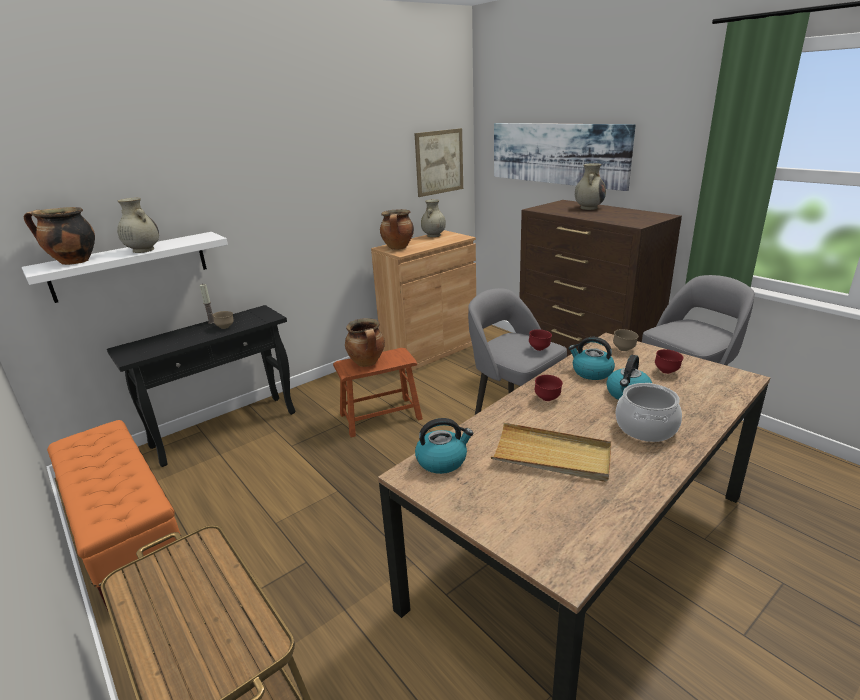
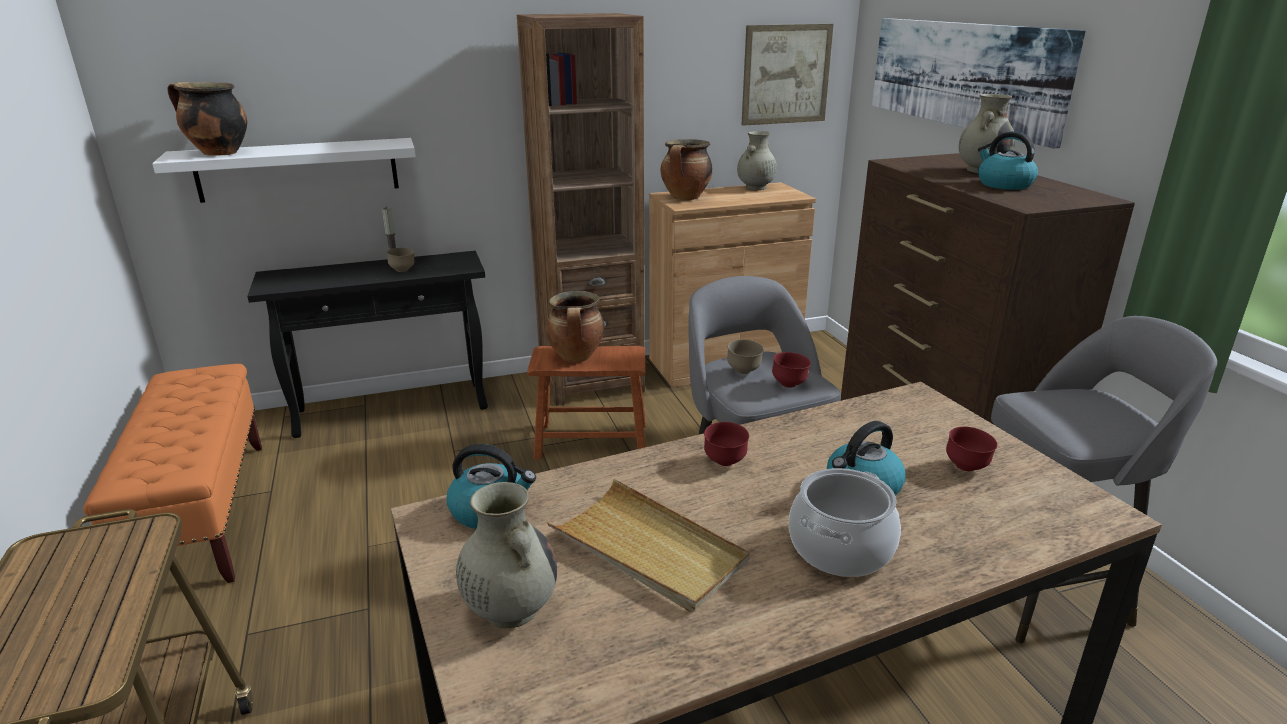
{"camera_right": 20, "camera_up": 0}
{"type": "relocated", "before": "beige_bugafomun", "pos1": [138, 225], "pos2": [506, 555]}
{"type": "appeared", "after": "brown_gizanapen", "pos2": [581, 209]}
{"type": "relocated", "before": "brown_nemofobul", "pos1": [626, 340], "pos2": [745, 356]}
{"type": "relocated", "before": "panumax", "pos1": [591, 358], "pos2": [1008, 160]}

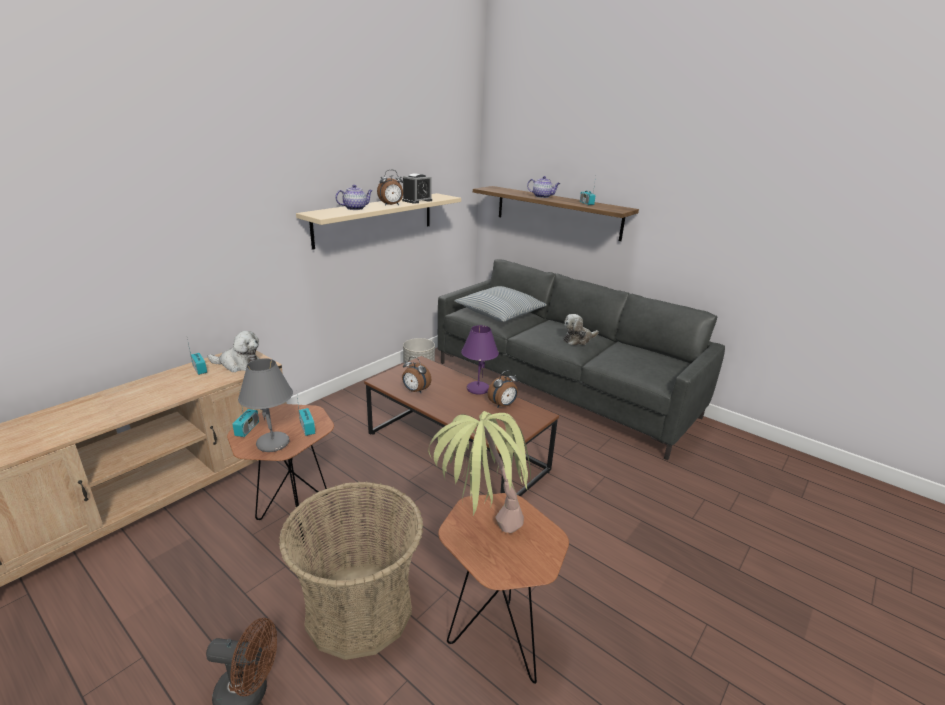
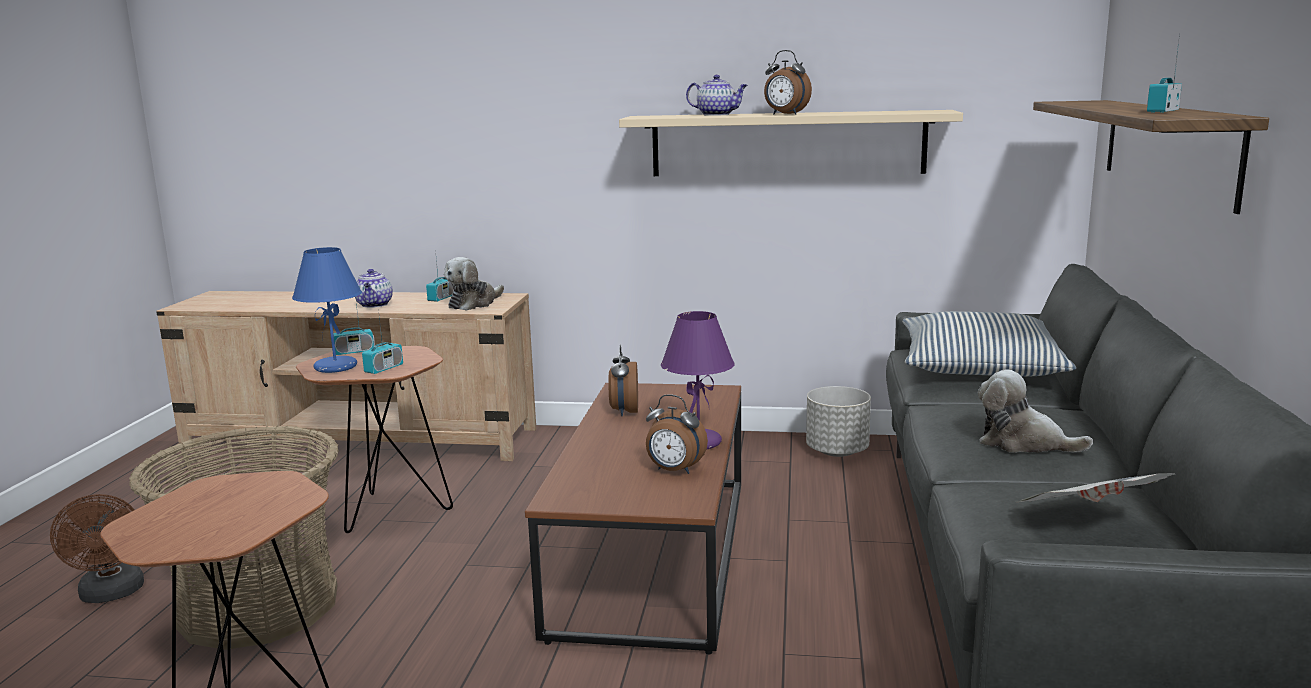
{"camera_right": 60, "camera_up": -10}
{"type": "colour", "before": "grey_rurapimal", "after": "blue_rurapimal", "pos1": [265, 405], "pos2": [327, 310]}
{"type": "relocated", "before": "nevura", "pos1": [543, 187], "pos2": [374, 288]}
{"type": "spun", "before": "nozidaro", "pos1": [234, 351], "pos2": [474, 284], "turn": 60}
{"type": "appeared", "after": "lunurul", "pos2": [1096, 487]}
{"type": "missing", "before": "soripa", "pos1": [417, 188]}
{"type": "missing", "before": "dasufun", "pos1": [479, 472]}

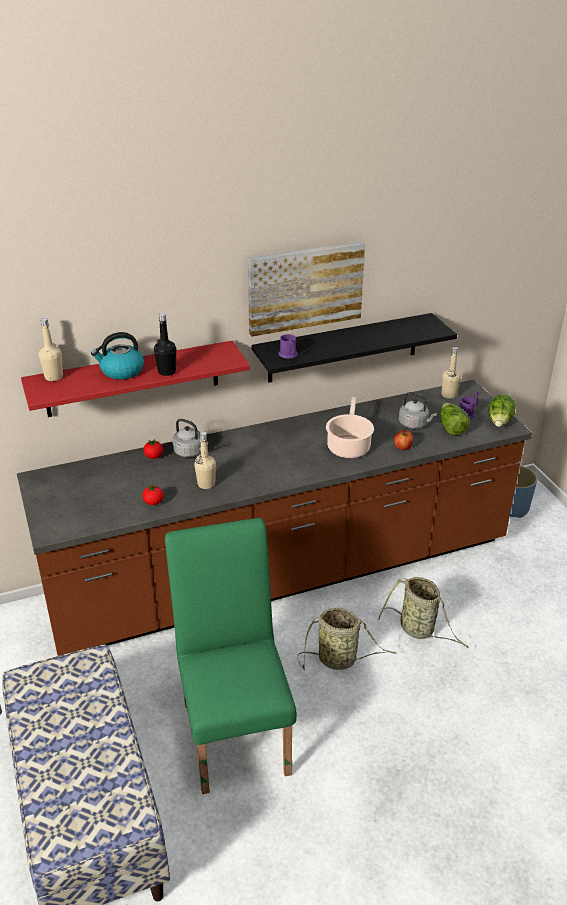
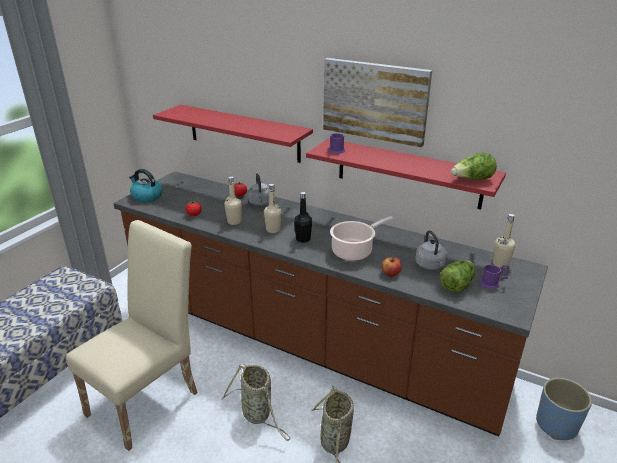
{"camera_right": 50, "camera_up": -5}
{"type": "colour", "before": "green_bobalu", "after": "beige_bobalu", "pos1": [231, 656], "pos2": [131, 335]}
{"type": "relocated", "before": "panumax", "pos1": [117, 356], "pos2": [146, 185]}
{"type": "relocated", "before": "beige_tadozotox", "pos1": [51, 349], "pos2": [272, 208]}
{"type": "relocated", "before": "black_tadozotox", "pos1": [165, 344], "pos2": [303, 217]}
{"type": "colour", "before": "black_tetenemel", "after": "red_tetenemel", "pos1": [354, 348], "pos2": [406, 174]}
{"type": "relocated", "before": "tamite", "pos1": [502, 410], "pos2": [474, 166]}

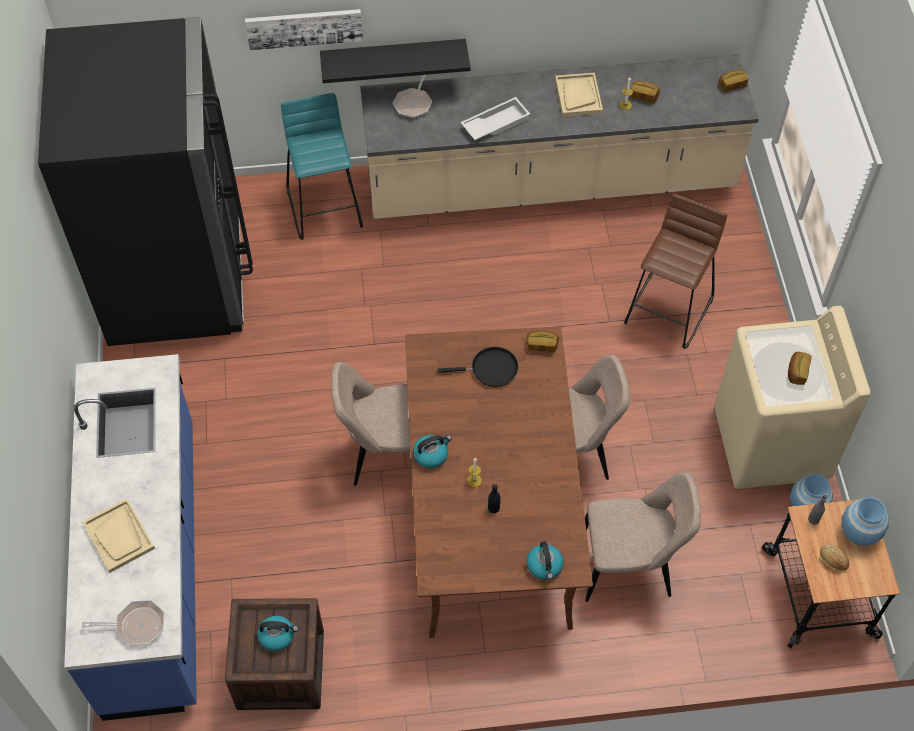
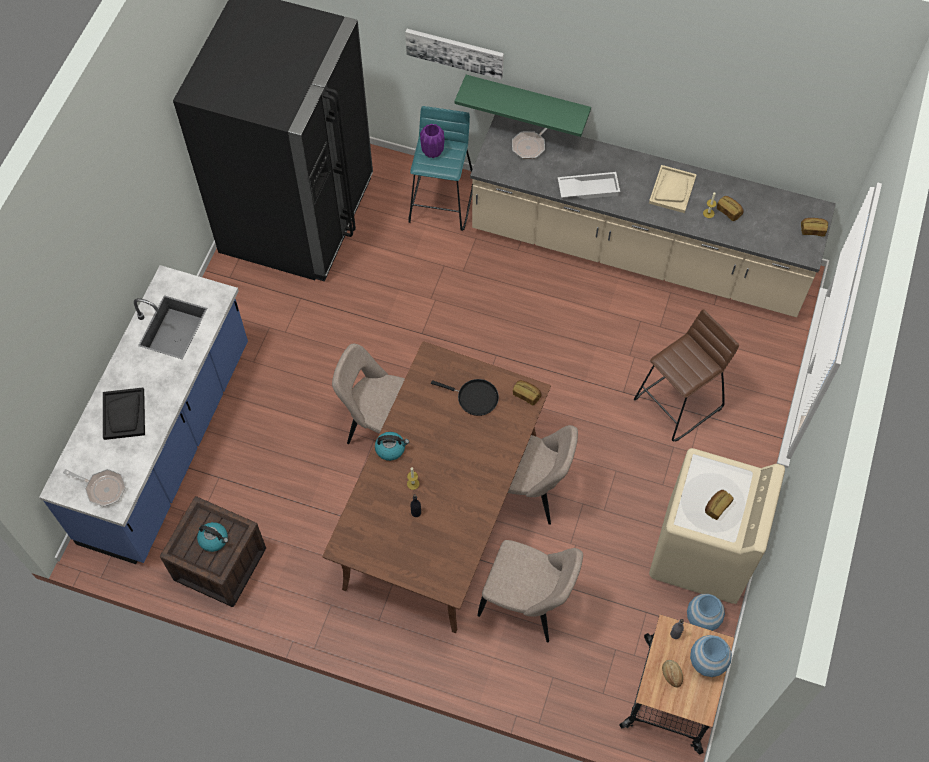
{"camera_right": 25, "camera_up": 5}
{"type": "colour", "before": "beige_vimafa", "after": "black_vimafa", "pos1": [118, 535], "pos2": [124, 414]}
{"type": "appeared", "after": "purple_bugafomun", "pos2": [432, 141]}
{"type": "colour", "before": "black_tetenemel", "after": "green_tetenemel", "pos1": [395, 61], "pos2": [522, 106]}
{"type": "missing", "before": "panumax", "pos1": [545, 560]}

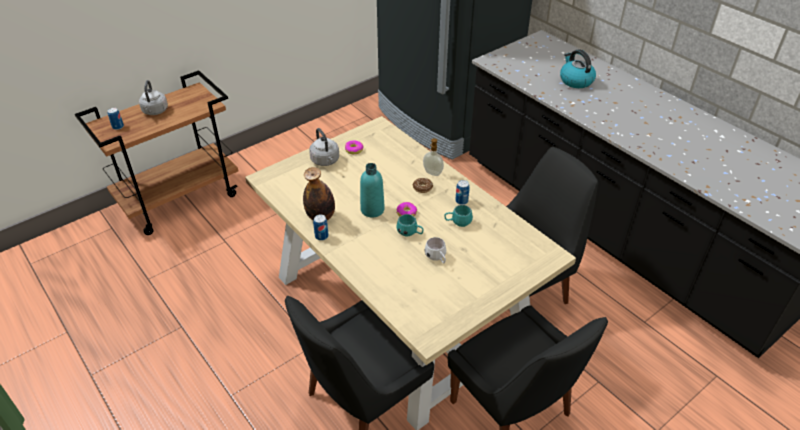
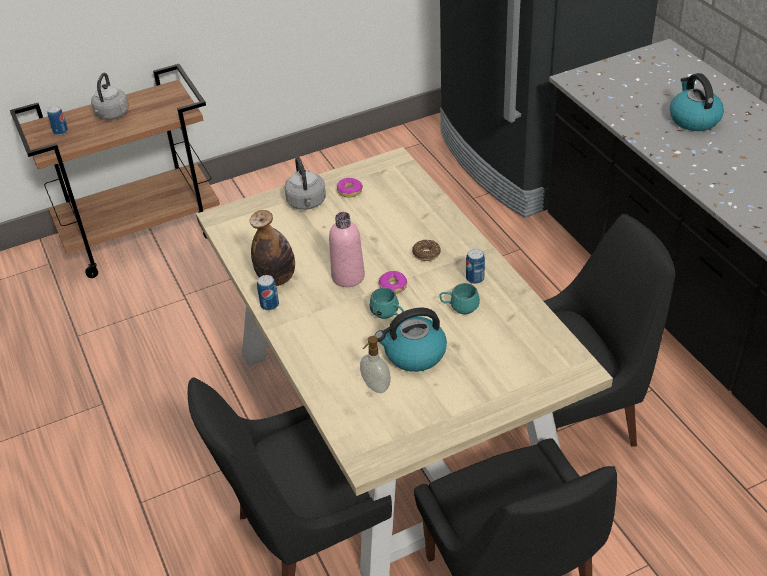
{"camera_right": 15, "camera_up": 0}
{"type": "colour", "before": "turquoise_tadozotox", "after": "pink_tadozotox", "pos1": [372, 190], "pos2": [347, 249]}
{"type": "relocated", "before": "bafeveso", "pos1": [433, 157], "pos2": [375, 364]}
{"type": "exchanged", "before": "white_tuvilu", "after": "panumax", "pos1": [435, 250], "pos2": [411, 339]}

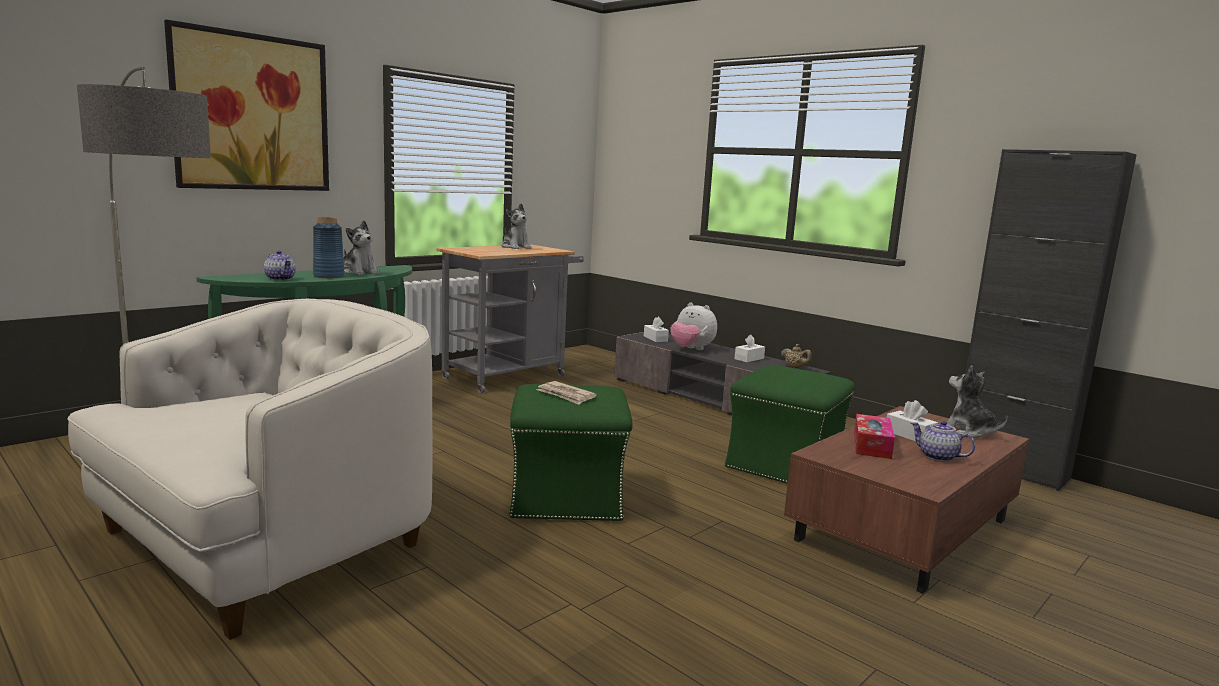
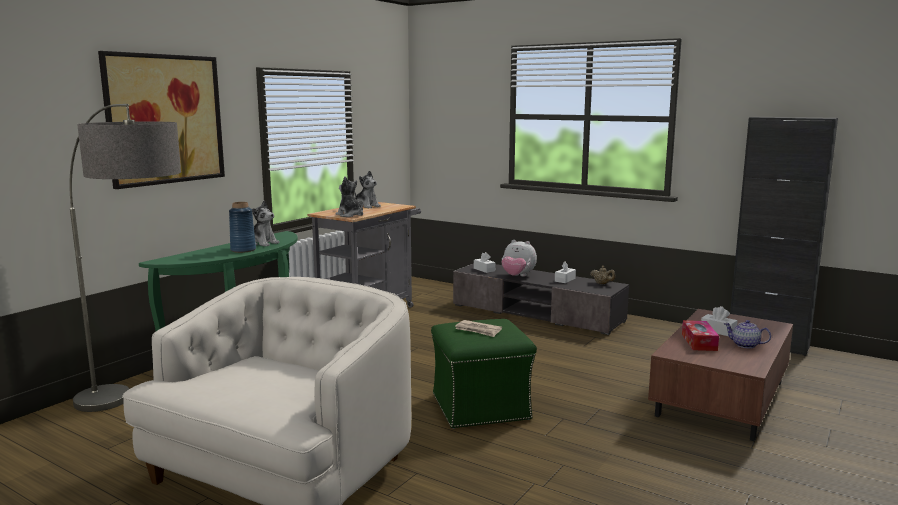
{"camera_right": -10, "camera_up": 0}
{"type": "relocated", "before": "nozidaro", "pos1": [977, 401], "pos2": [349, 196]}
{"type": "missing", "before": "nevura", "pos1": [280, 265]}
{"type": "missing", "before": "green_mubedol", "pos1": [790, 424]}

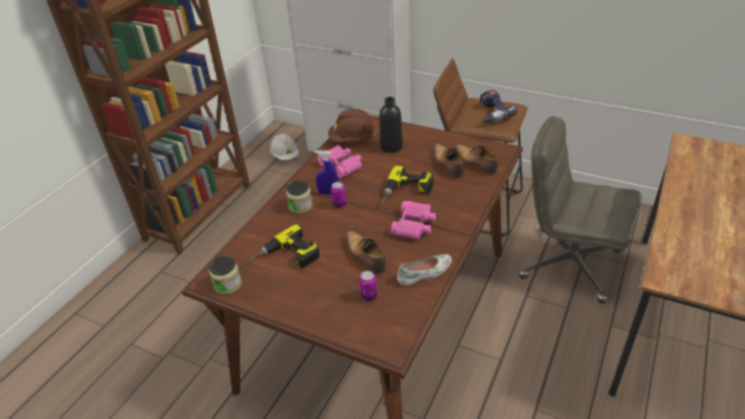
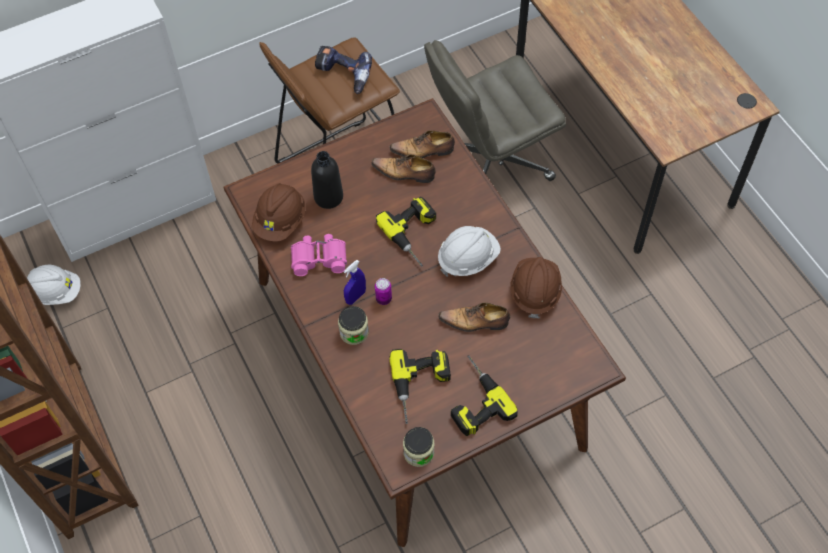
{"camera_right": -55, "camera_up": 20}
{"type": "exchanged", "before": "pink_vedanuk", "after": "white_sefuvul", "pos1": [413, 220], "pos2": [469, 251]}
{"type": "appeared", "after": "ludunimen", "pos2": [484, 395]}
{"type": "exchanged", "before": "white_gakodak", "after": "brown_sefuvul", "pos1": [424, 270], "pos2": [536, 288]}
{"type": "missing", "before": "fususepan", "pos1": [368, 286]}

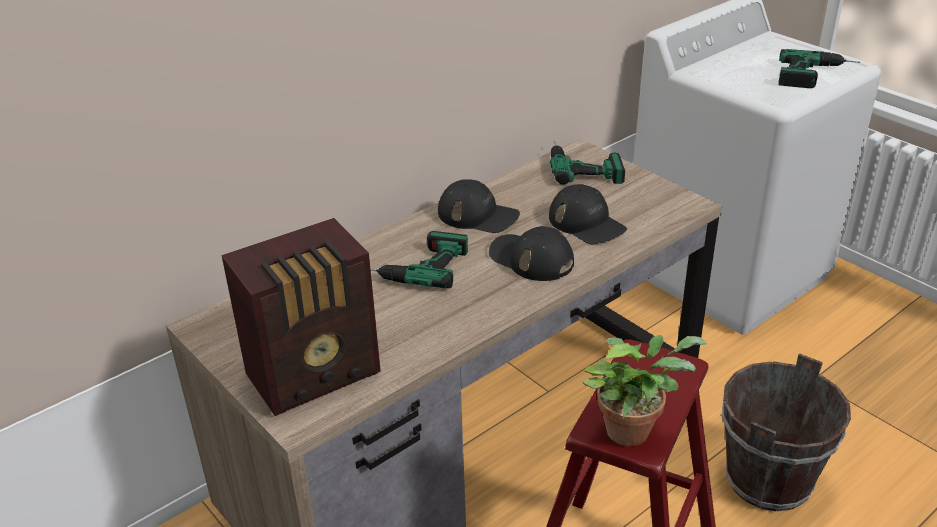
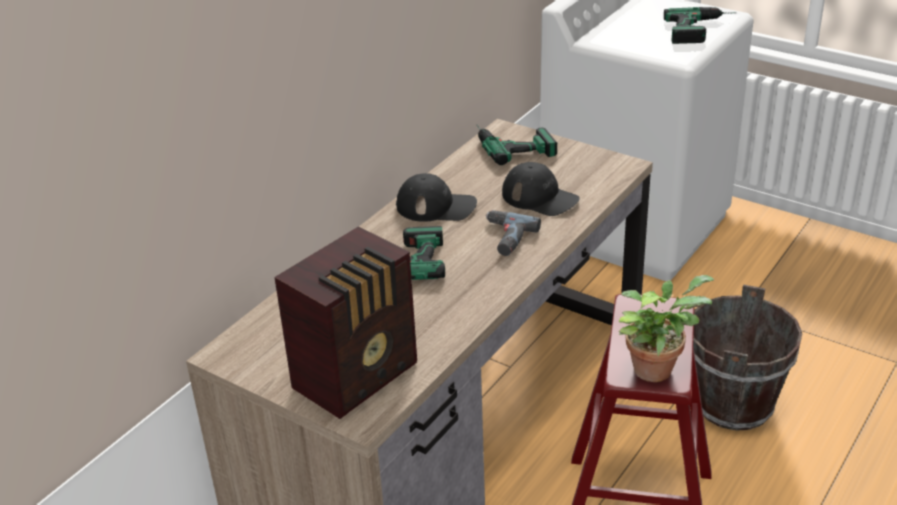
{"camera_right": -15, "camera_up": 0}
{"type": "exchanged", "before": "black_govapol", "after": "ludunimen", "pos1": [531, 253], "pos2": [513, 233]}

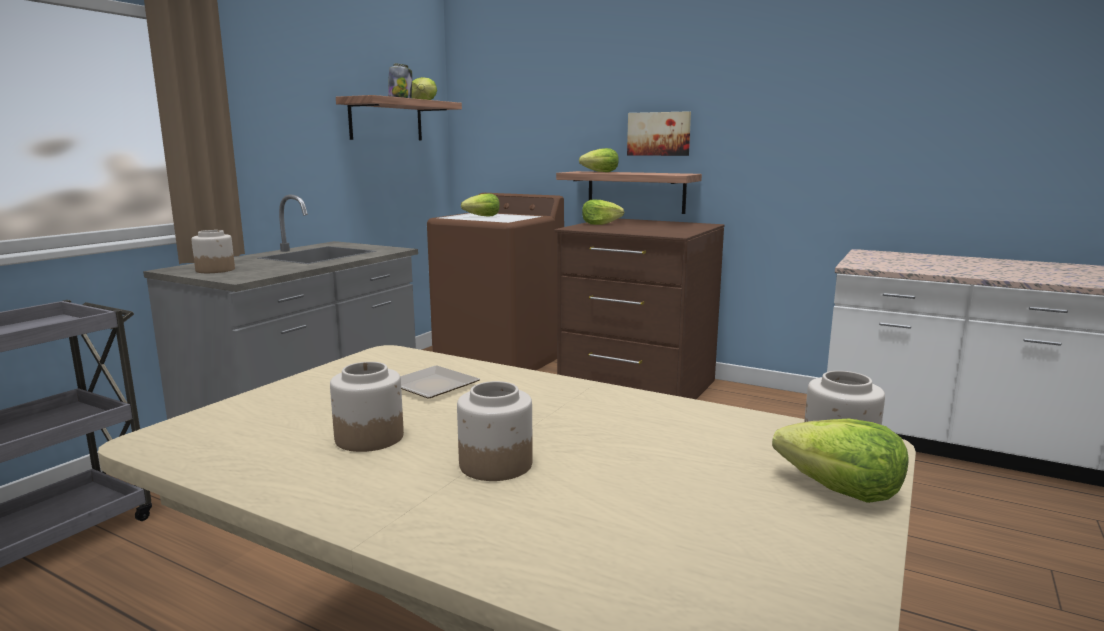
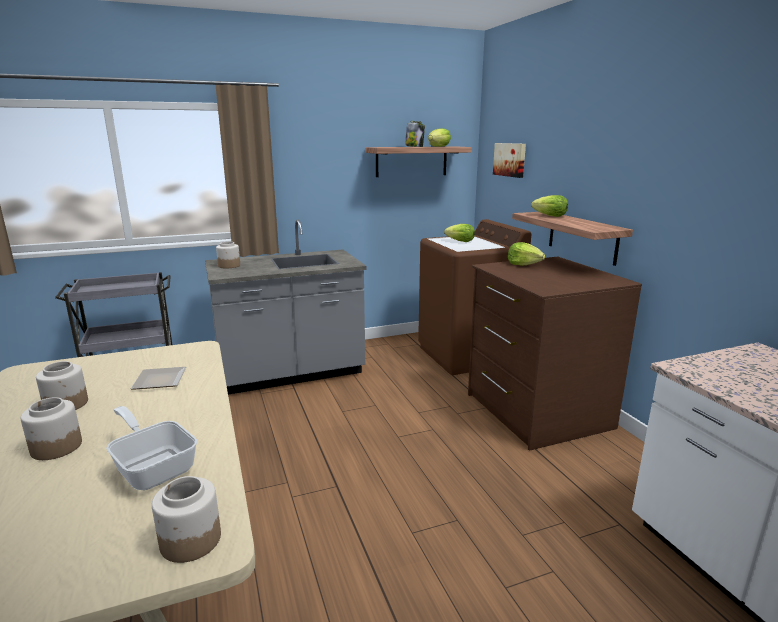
{"camera_right": 40, "camera_up": 5}
{"type": "appeared", "after": "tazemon", "pos2": [152, 448]}
{"type": "relocated", "before": "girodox", "pos1": [659, 133], "pos2": [509, 160]}
{"type": "missing", "before": "tamite", "pos1": [840, 461]}

